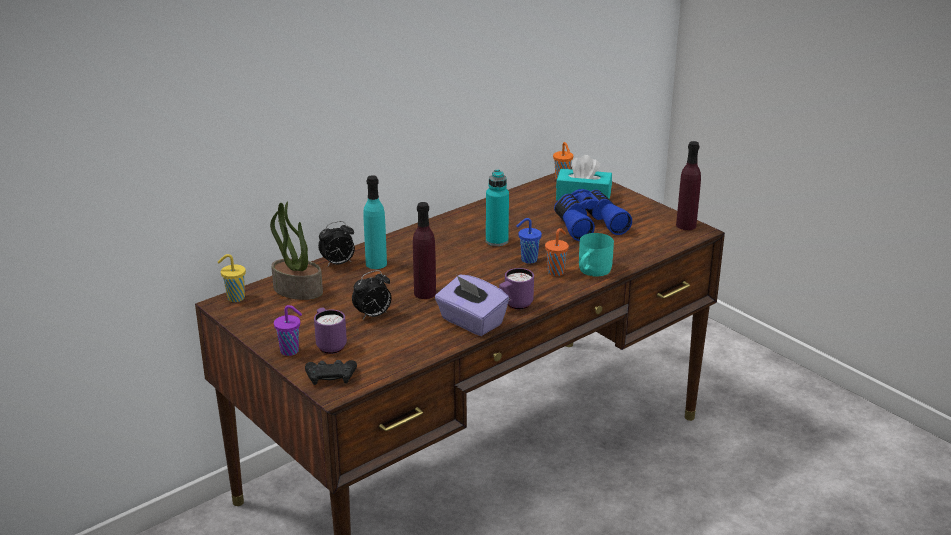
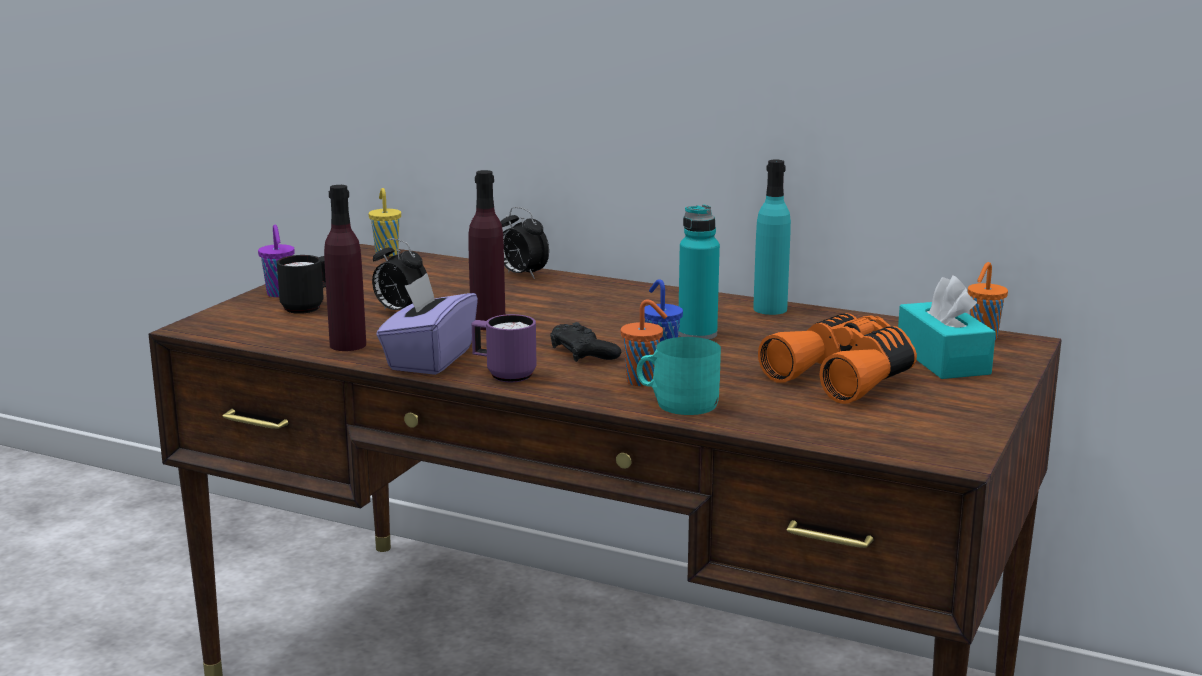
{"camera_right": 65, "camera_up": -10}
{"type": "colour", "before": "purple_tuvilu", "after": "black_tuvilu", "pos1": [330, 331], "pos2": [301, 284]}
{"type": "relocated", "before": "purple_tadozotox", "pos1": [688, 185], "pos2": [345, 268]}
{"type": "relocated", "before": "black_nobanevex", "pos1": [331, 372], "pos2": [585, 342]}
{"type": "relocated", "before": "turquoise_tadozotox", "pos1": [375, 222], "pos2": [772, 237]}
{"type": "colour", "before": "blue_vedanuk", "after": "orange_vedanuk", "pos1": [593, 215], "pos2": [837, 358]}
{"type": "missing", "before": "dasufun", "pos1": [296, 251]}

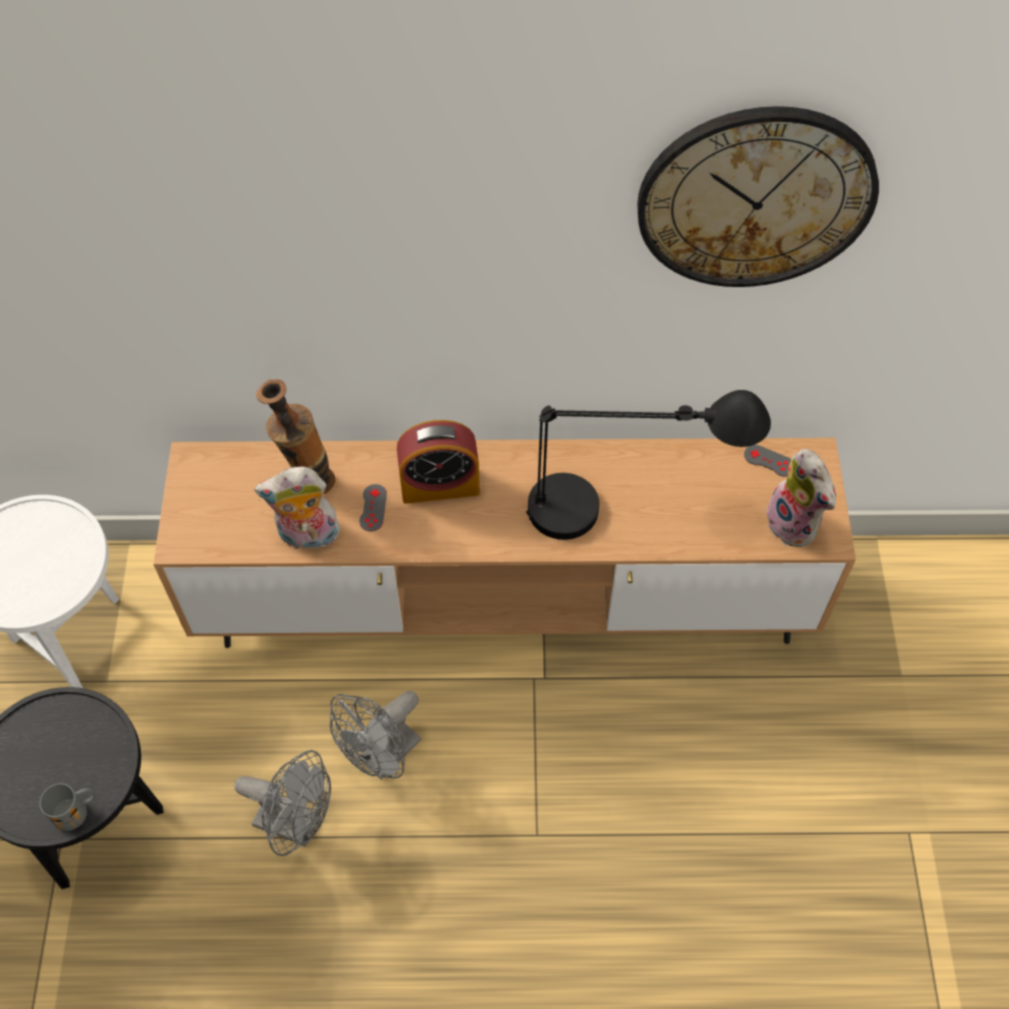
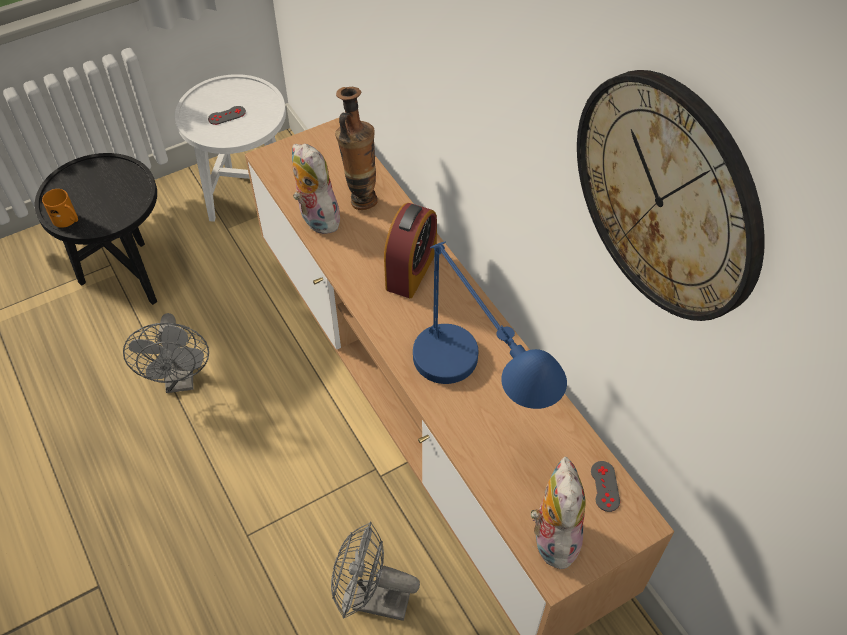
{"camera_right": 60, "camera_up": -5}
{"type": "colour", "before": "grey_tuvilu", "after": "orange_tuvilu", "pos1": [68, 807], "pos2": [60, 208]}
{"type": "relocated", "before": "grey_nobanevex", "pos1": [373, 507], "pos2": [227, 115]}
{"type": "relocated", "before": "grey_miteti", "pos1": [375, 735], "pos2": [375, 571]}
{"type": "spun", "before": "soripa", "pos1": [438, 462], "pos2": [410, 250], "turn": -120}
{"type": "colour", "before": "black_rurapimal", "after": "blue_rurapimal", "pos1": [648, 465], "pos2": [490, 325]}
{"type": "spun", "before": "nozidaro", "pos1": [801, 497], "pos2": [558, 513], "turn": 150}

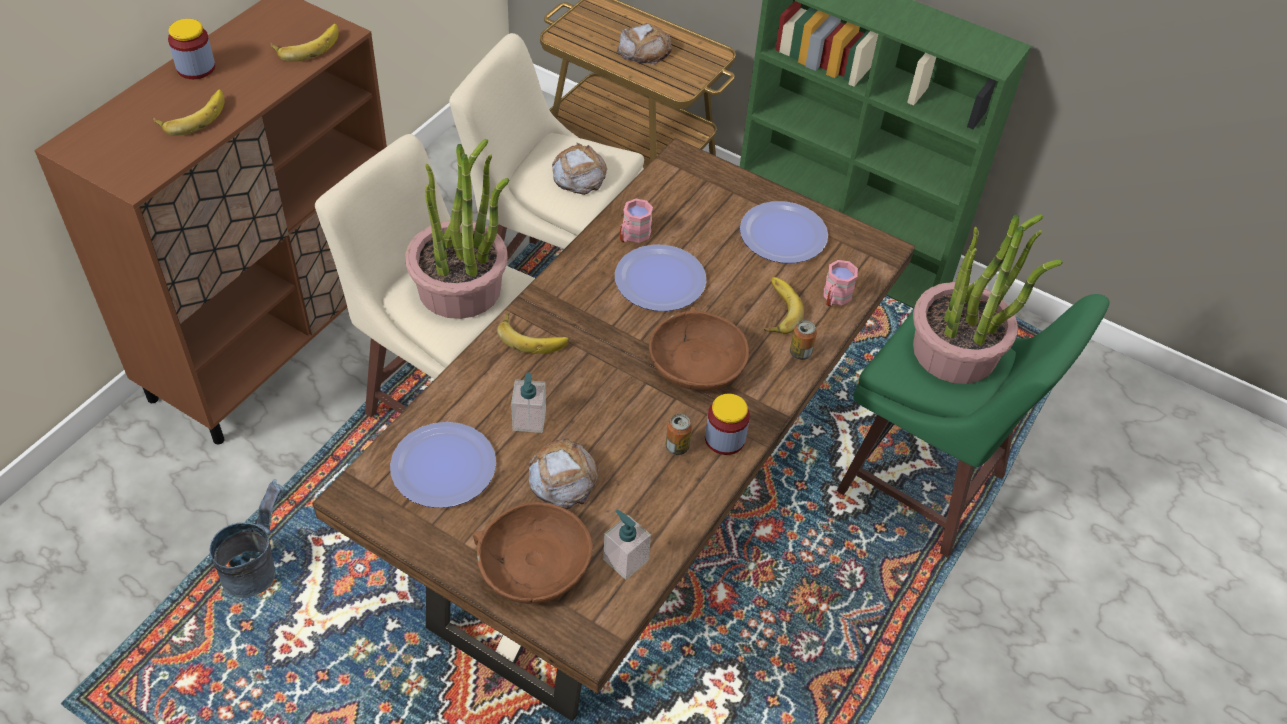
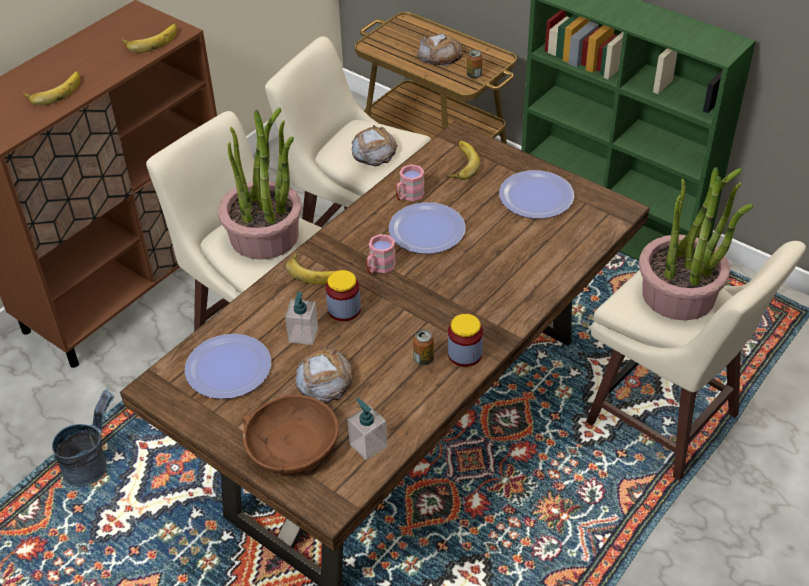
{"camera_right": 10, "camera_up": -5}
{"type": "relocated", "before": "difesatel", "pos1": [191, 49], "pos2": [343, 295]}
{"type": "relocated", "before": "pink_tuvilu", "pos1": [841, 283], "pos2": [381, 254]}
{"type": "relocated", "before": "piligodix", "pos1": [784, 305], "pos2": [464, 160]}
{"type": "relocated", "before": "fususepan", "pos1": [803, 340], "pos2": [475, 64]}
{"type": "colour", "before": "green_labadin", "after": "beige_labadin", "pos1": [973, 426], "pos2": [696, 361]}
{"type": "missing", "before": "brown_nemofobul", "pos1": [699, 349]}

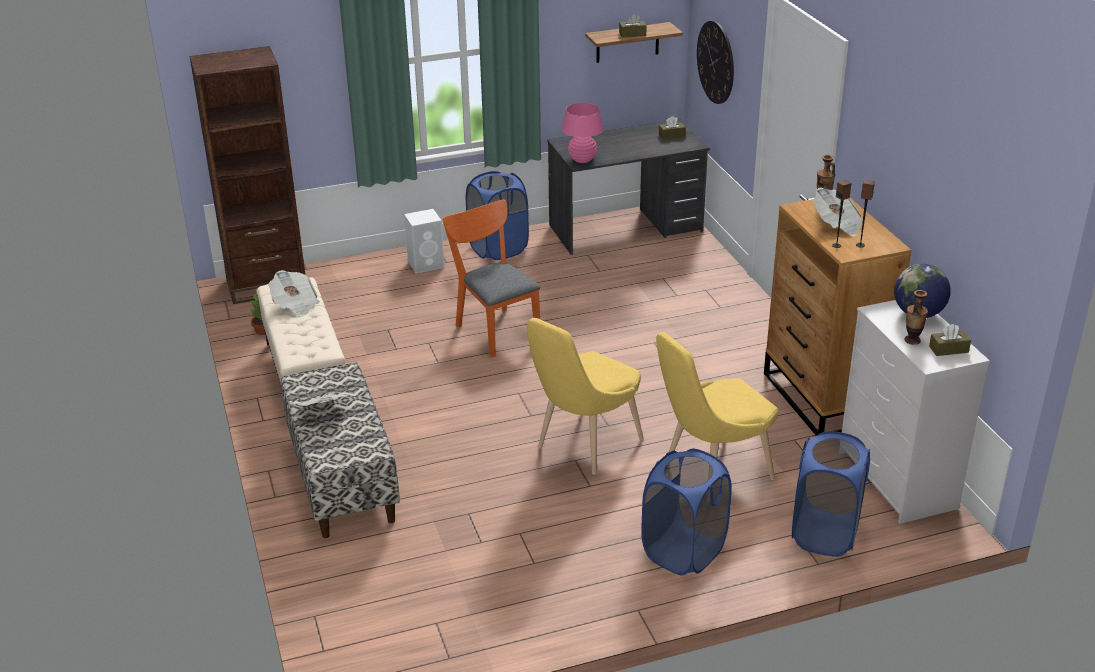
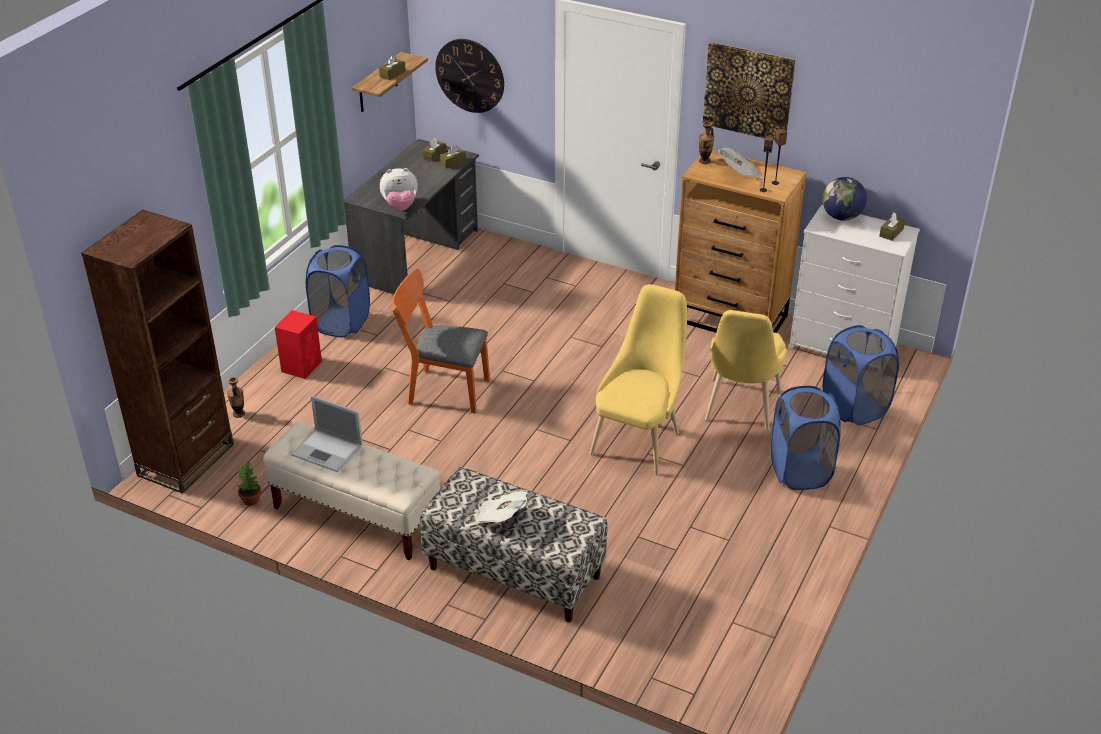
{"camera_right": -45, "camera_up": 5}
{"type": "relocated", "before": "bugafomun", "pos1": [916, 317], "pos2": [236, 397]}
{"type": "colour", "before": "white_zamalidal", "after": "red_zamalidal", "pos1": [424, 241], "pos2": [298, 344]}
{"type": "exchanged", "before": "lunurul", "after": "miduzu", "pos1": [294, 293], "pos2": [327, 434]}
{"type": "exchanged", "before": "pink_rurapimal", "after": "nozidaro", "pos1": [582, 133], "pos2": [399, 189]}
{"type": "appeared", "after": "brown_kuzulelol", "pos2": [453, 157]}
{"type": "spun", "before": "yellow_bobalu", "pos1": [585, 396], "pos2": [638, 379], "turn": -150}
{"type": "appeared", "after": "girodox", "pos2": [749, 91]}

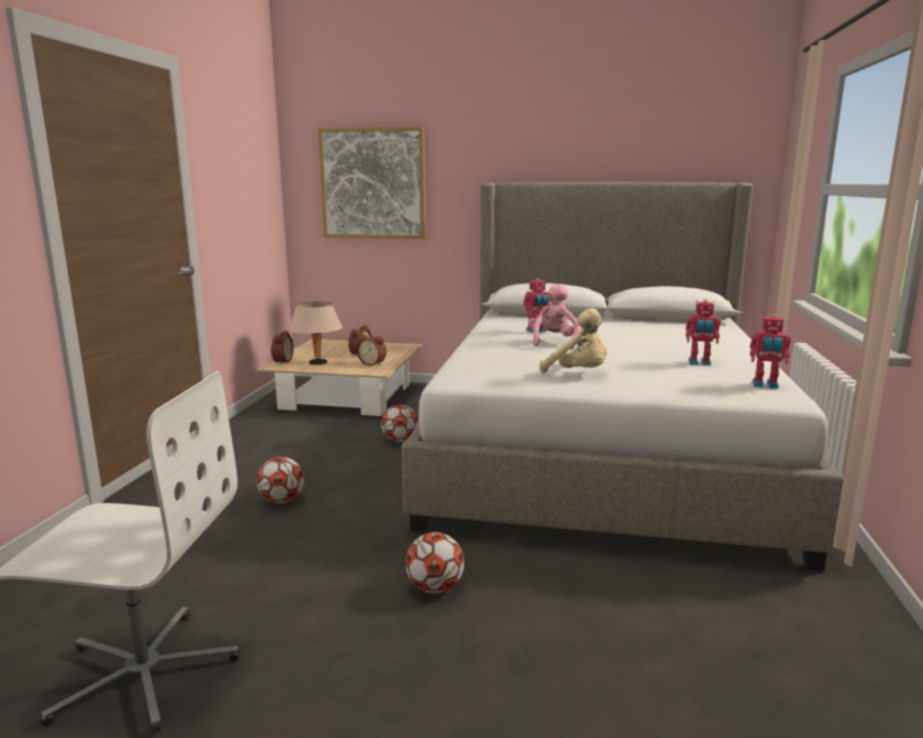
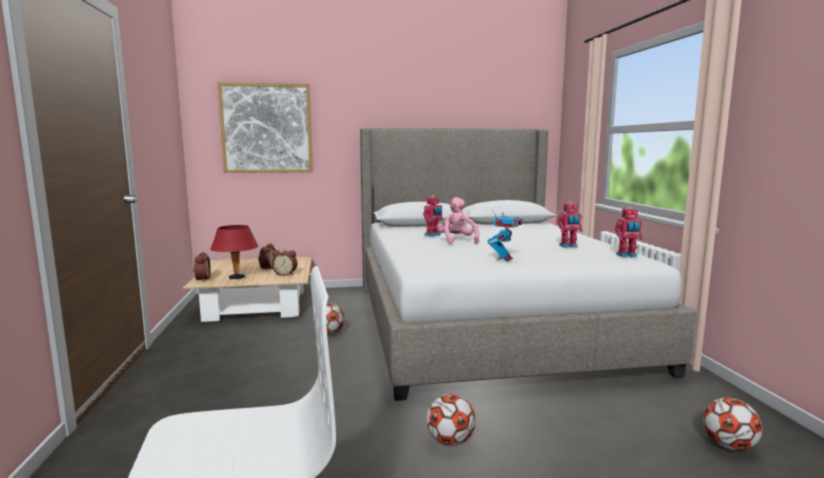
{"camera_right": -20, "camera_up": -5}
{"type": "colour", "before": "beige_rurapimal", "after": "red_rurapimal", "pos1": [316, 333], "pos2": [234, 252]}
{"type": "exchanged", "before": "beige_nozidaro", "after": "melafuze", "pos1": [573, 340], "pos2": [505, 233]}
{"type": "relocated", "before": "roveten", "pos1": [280, 480], "pos2": [732, 424]}

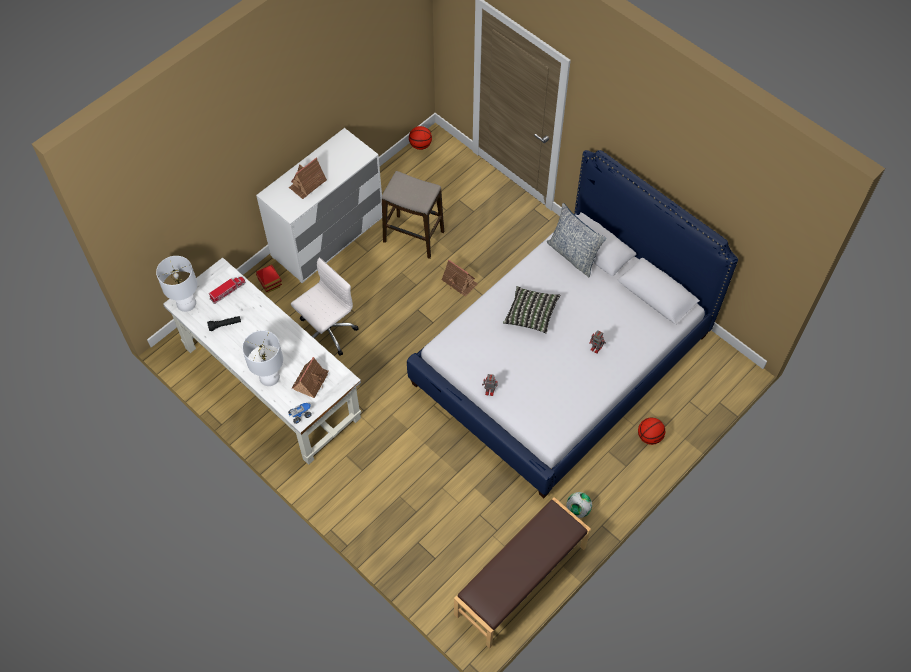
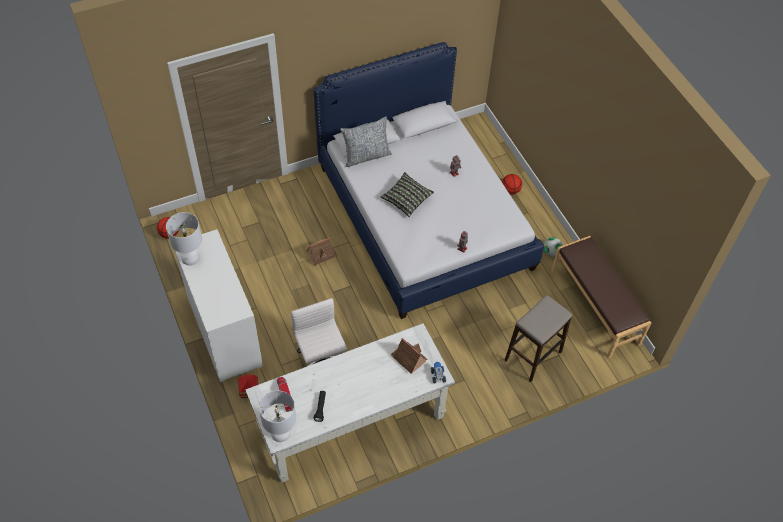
{"camera_right": -70, "camera_up": -5}
{"type": "relocated", "before": "white_rurapimal", "pos1": [262, 358], "pos2": [184, 239]}
{"type": "relocated", "before": "labadin", "pos1": [413, 215], "pos2": [538, 338]}
{"type": "missing", "before": "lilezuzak", "pos1": [308, 178]}

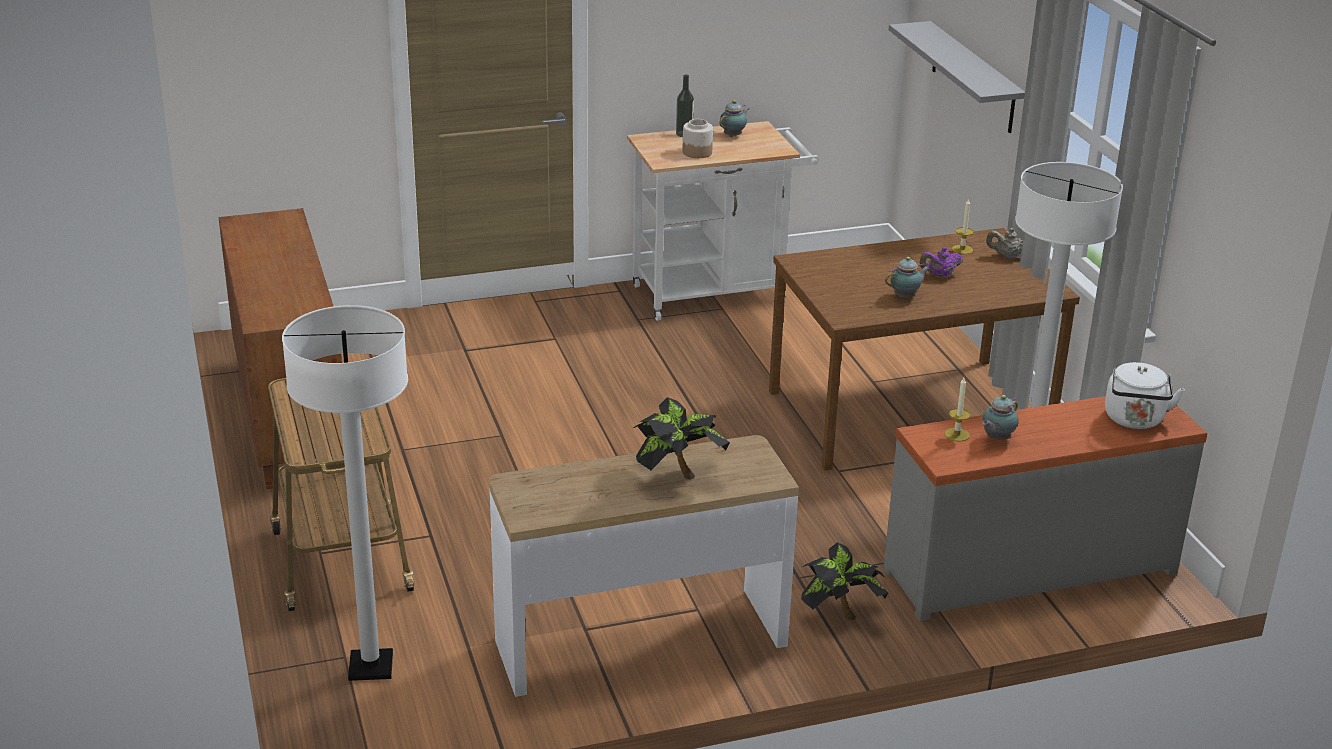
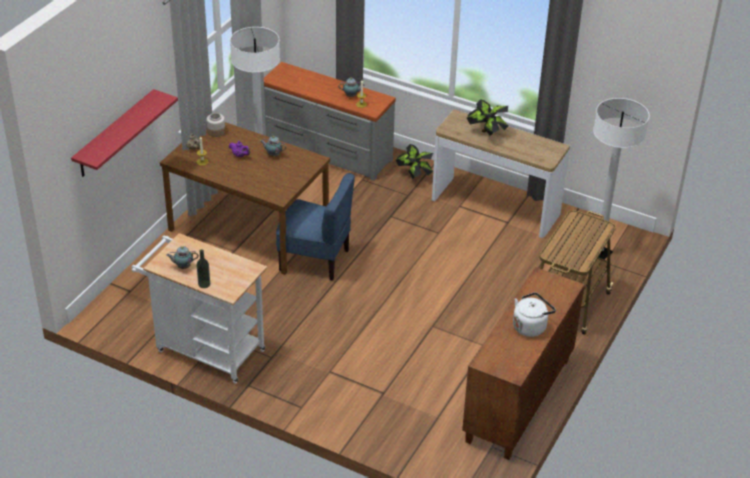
{"camera_right": -135, "camera_up": 10}
{"type": "colour", "before": "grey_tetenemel", "after": "red_tetenemel", "pos1": [957, 77], "pos2": [124, 133]}
{"type": "relocated", "before": "difesatel", "pos1": [697, 138], "pos2": [216, 125]}
{"type": "appeared", "after": "blue_bobalu", "pos2": [315, 227]}
{"type": "relocated", "before": "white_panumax", "pos1": [1145, 395], "pos2": [534, 314]}

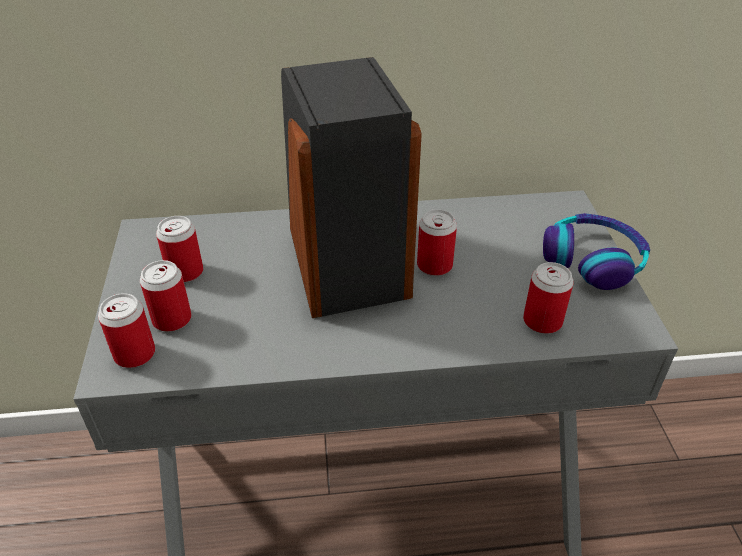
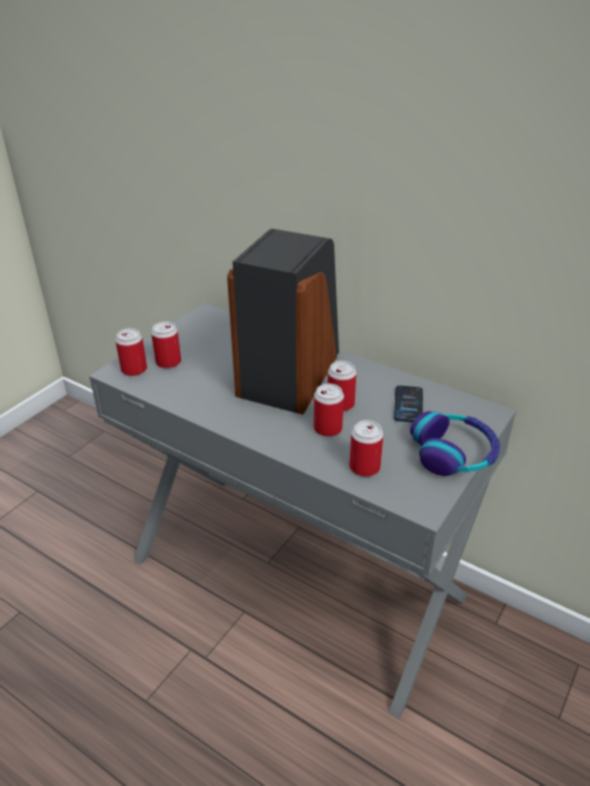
{"camera_right": 40, "camera_up": -5}
{"type": "relocated", "before": "fususepan", "pos1": [179, 249], "pos2": [329, 410]}
{"type": "appeared", "after": "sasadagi", "pos2": [408, 404]}

